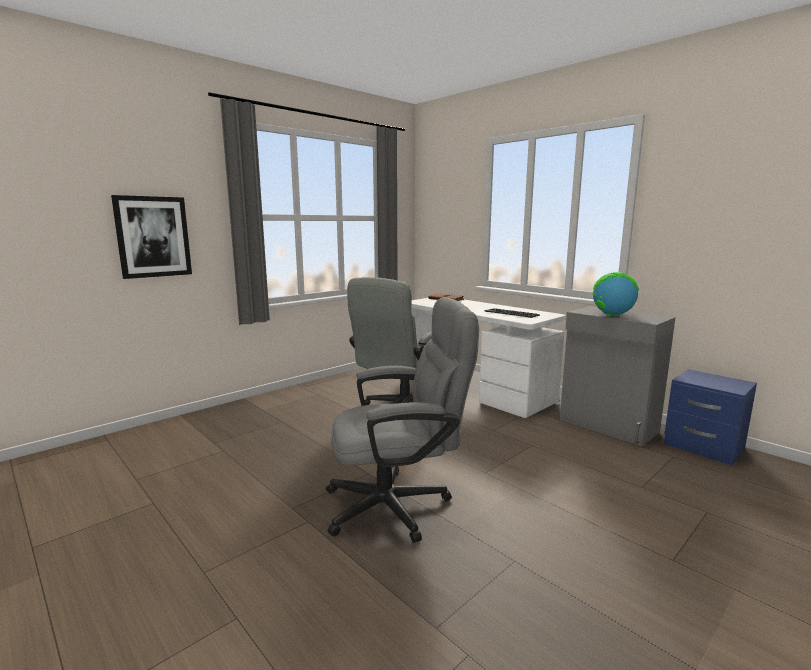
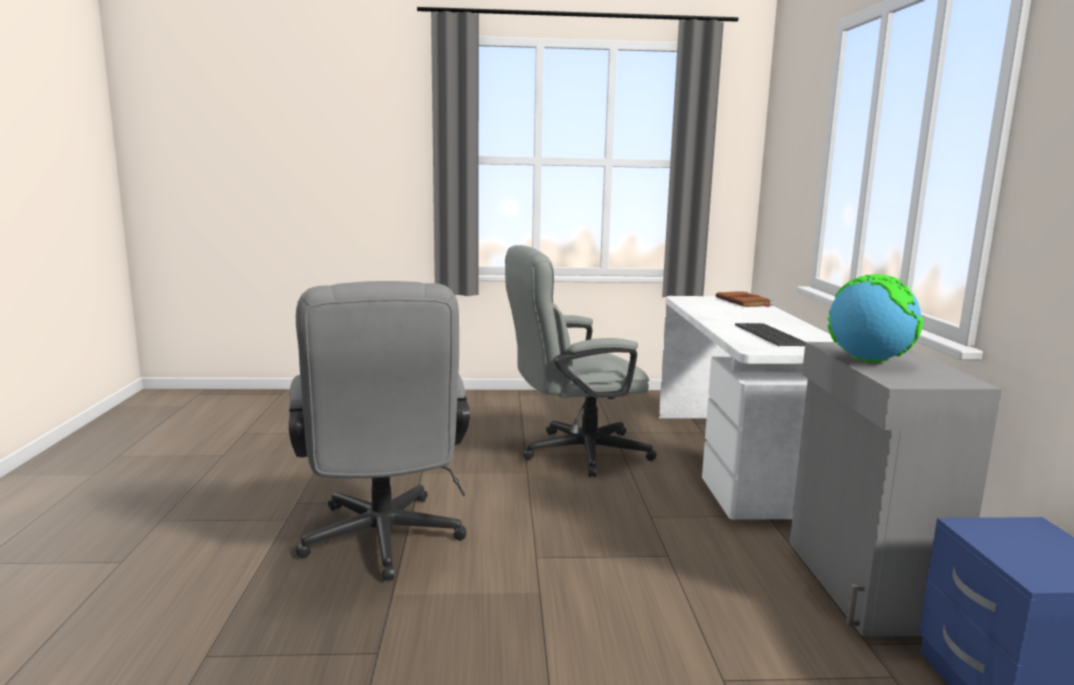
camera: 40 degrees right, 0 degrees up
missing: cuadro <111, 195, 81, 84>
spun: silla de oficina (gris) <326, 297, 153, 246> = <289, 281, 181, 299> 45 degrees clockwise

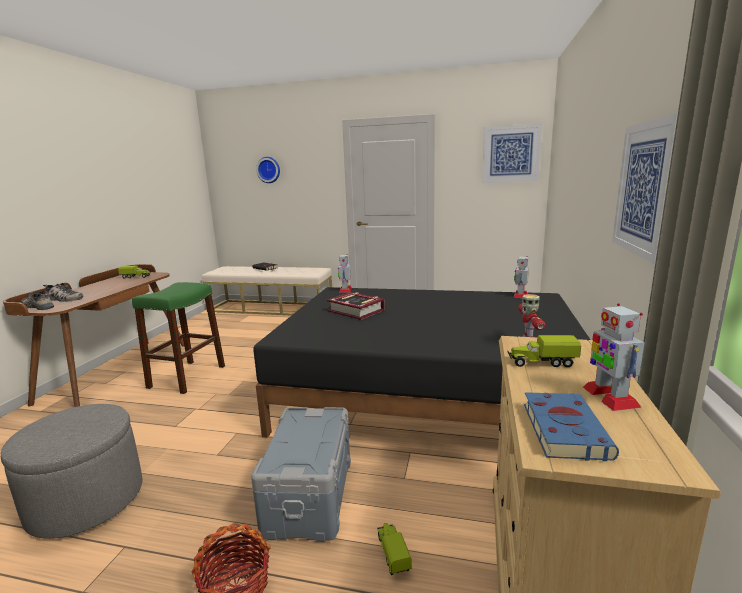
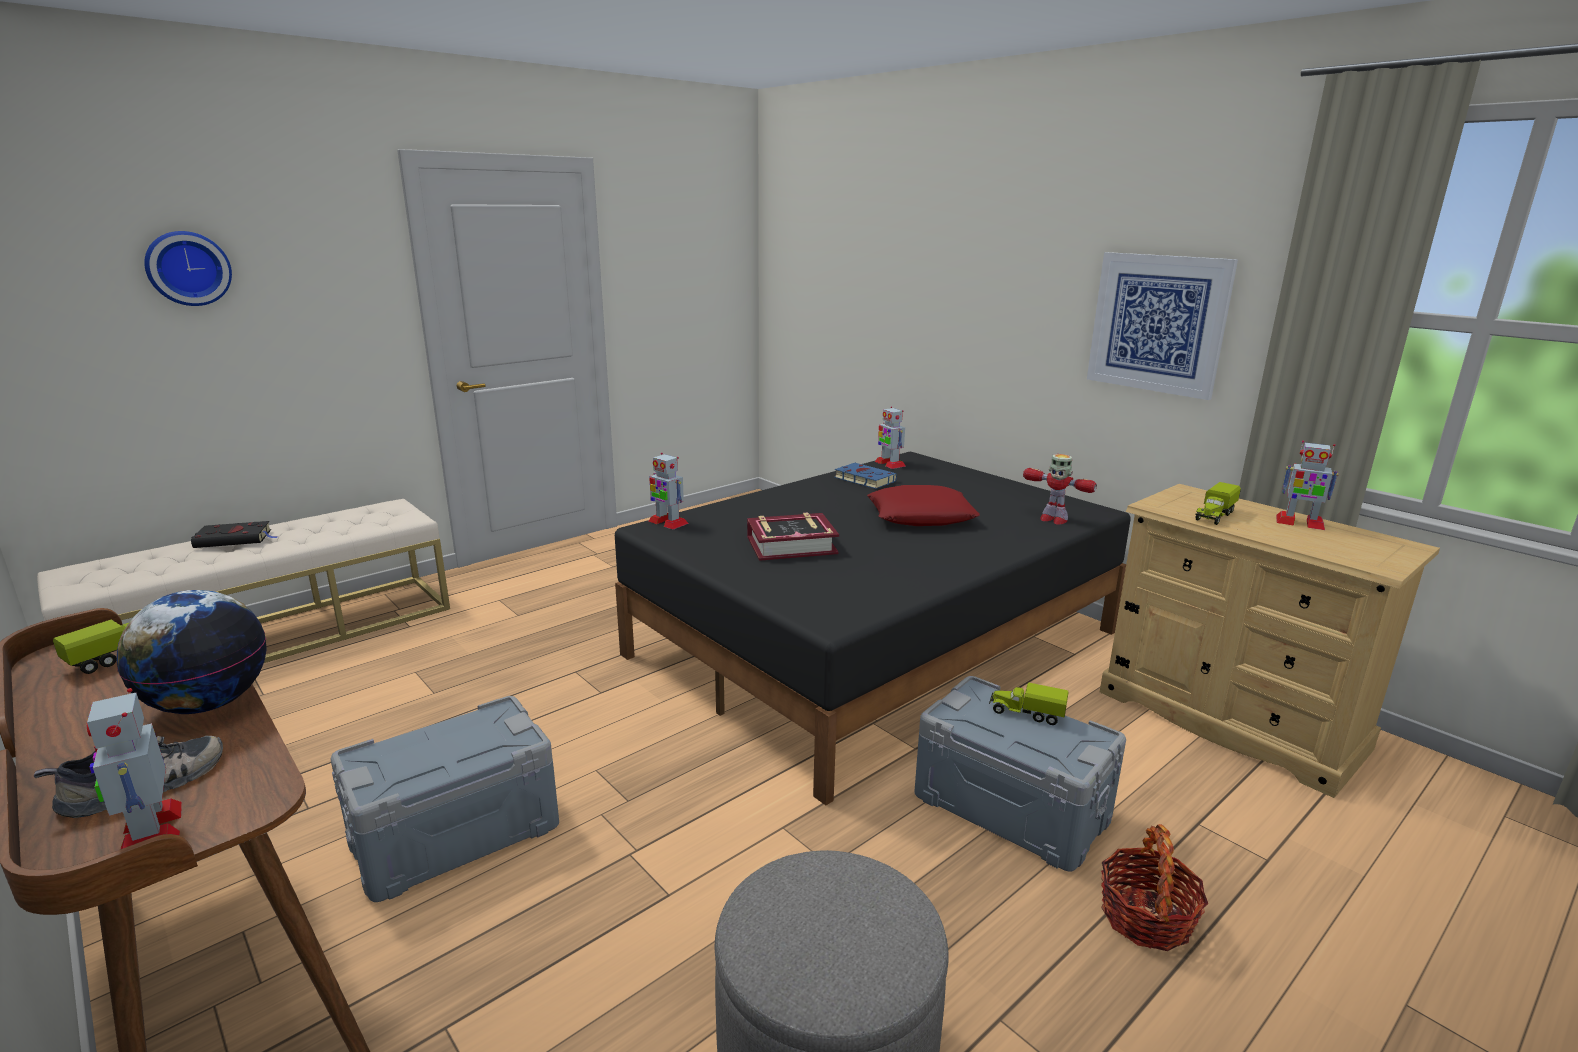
camera: 55 degrees left, 5 degrees up
missing: cuadro <482, 124, 60, 59>
appeared: cojín (rojo) <867, 485, 113, 41>; globo terráqueo <116, 590, 151, 124>
relocated: libro (azul) <524, 392, 95, 69> to <834, 463, 63, 26>; camión de juguete <377, 523, 35, 52> to <989, 682, 80, 43>
exchanged: taburete (verde) <132, 282, 93, 112> to caja de almacenaje (gris) <330, 696, 229, 206>; zapato <21, 291, 33, 19> to robot de juguete <87, 688, 95, 161>

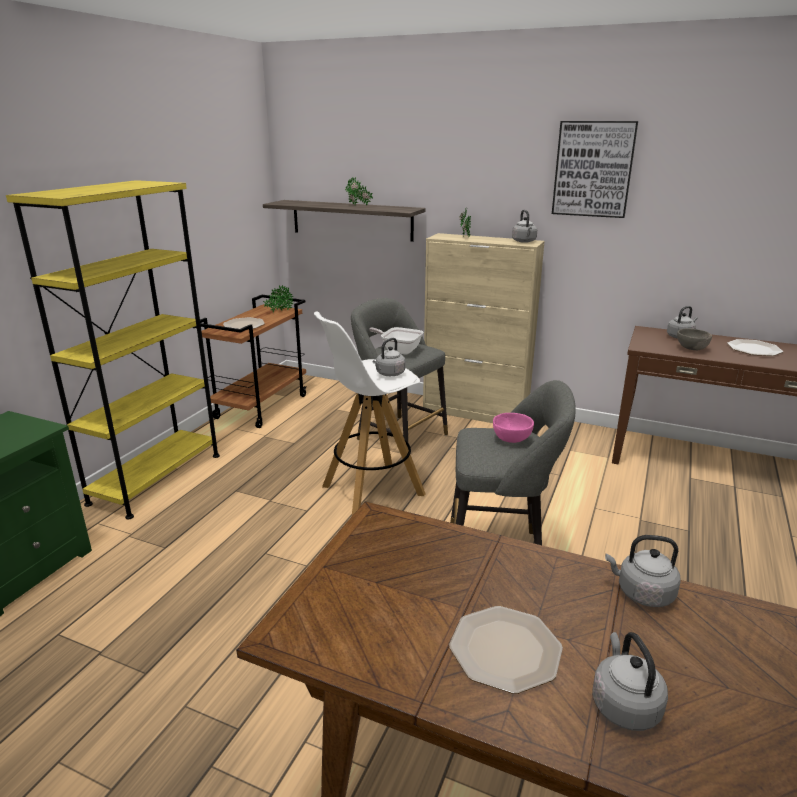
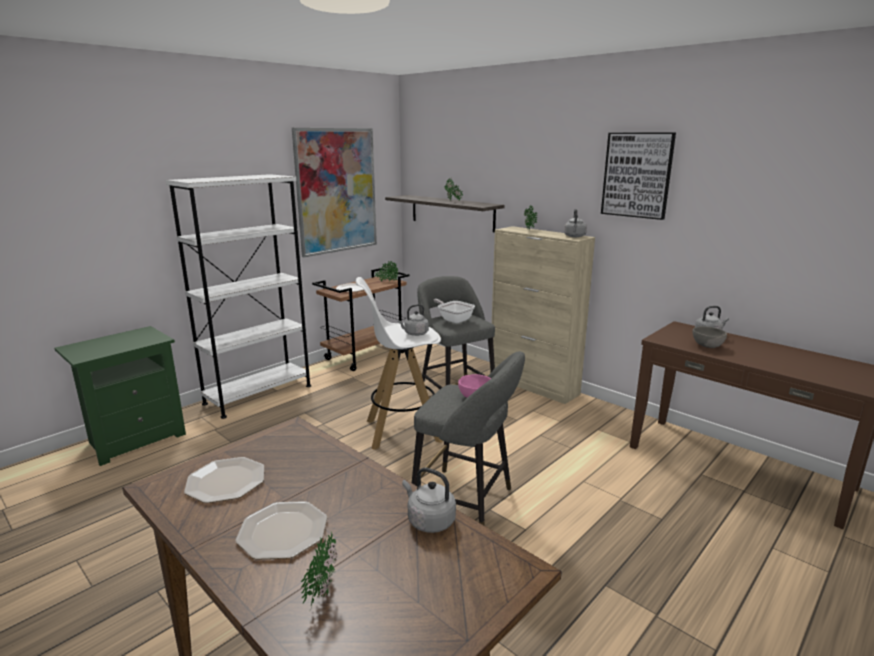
camera: 20 degrees right, 5 degrees down
appeared: cuadro <292, 128, 85, 129>
relocated: plato <727, 339, 56, 17> to <184, 457, 80, 46>
exchanged: hervidor (gris) <592, 632, 76, 99> to planta en maceta <301, 532, 37, 78>
colour: estantería (amarillo) <6, 180, 214, 339> to estantería (blanco) <166, 174, 145, 245>

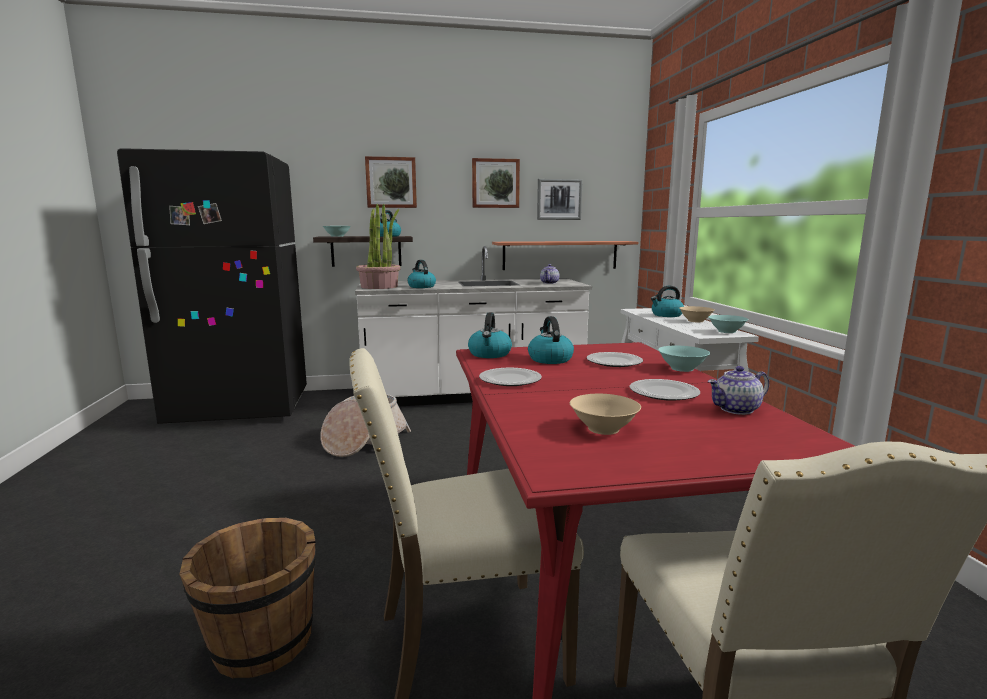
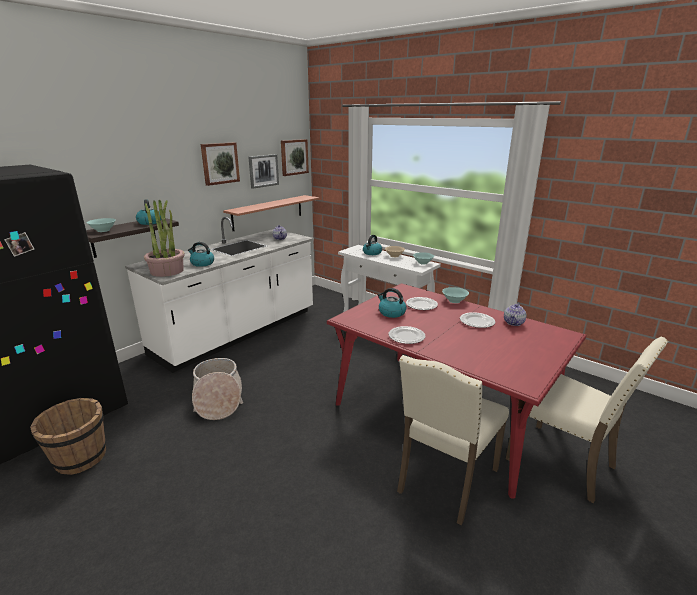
camera: 40 degrees left, 10 degrees up
missing: hervidor <468, 313, 44, 45>; cuenco (beis) <570, 394, 71, 41>
relocated: cuadro <365, 156, 52, 52> to <281, 139, 28, 37>; cubo (marrón) <179, 517, 137, 162> to <30, 398, 76, 77>

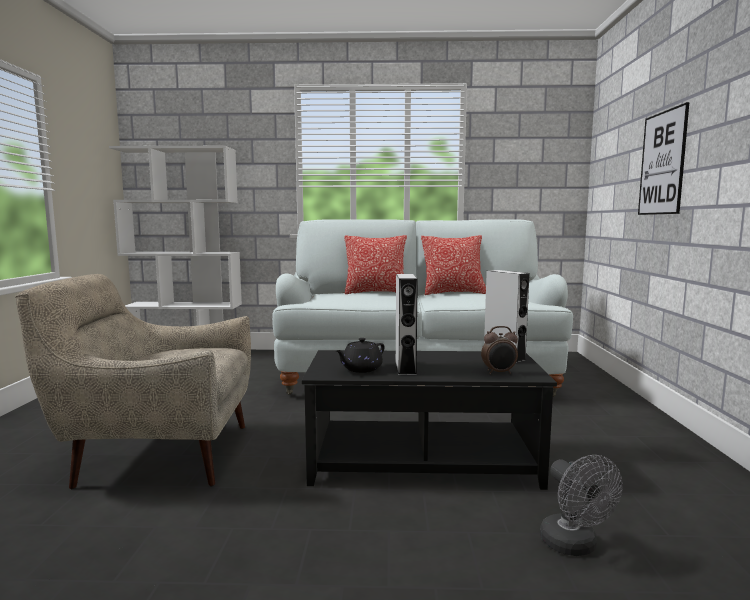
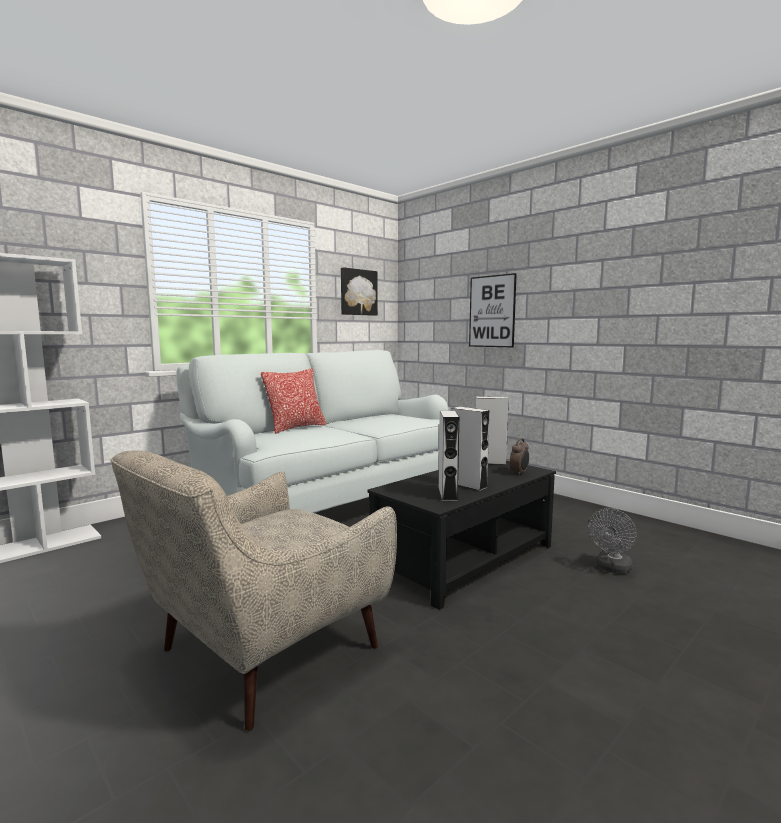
camera: 45 degrees left, 0 degrees up
missing: cojín <421, 235, 65, 60>
appeared: cuadro <341, 267, 37, 49>
exchanged: tetera (negro) <336, 338, 49, 35> to altavoz (gris) <438, 411, 21, 90>
spun: ventilador (gris) <540, 455, 83, 101> = <588, 508, 49, 66> 105 degrees clockwise

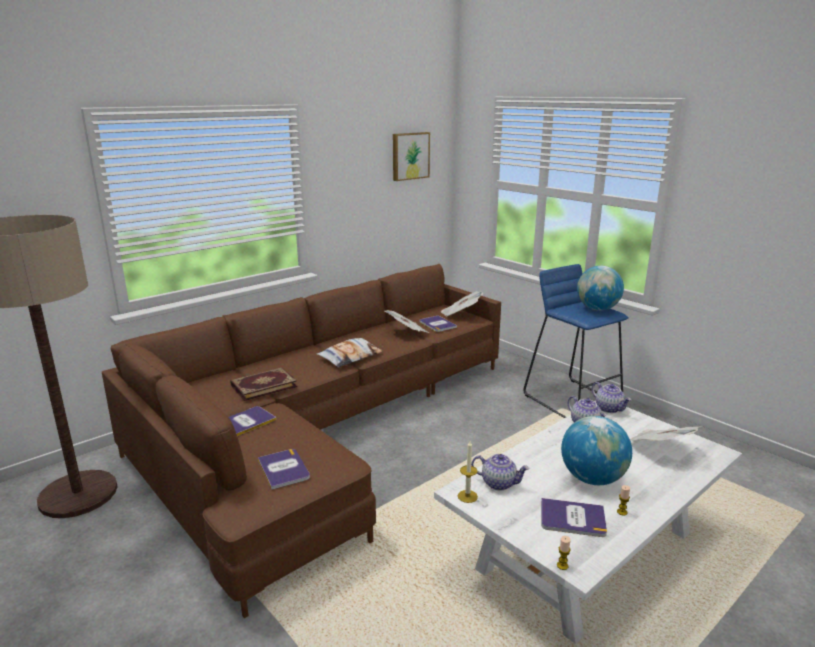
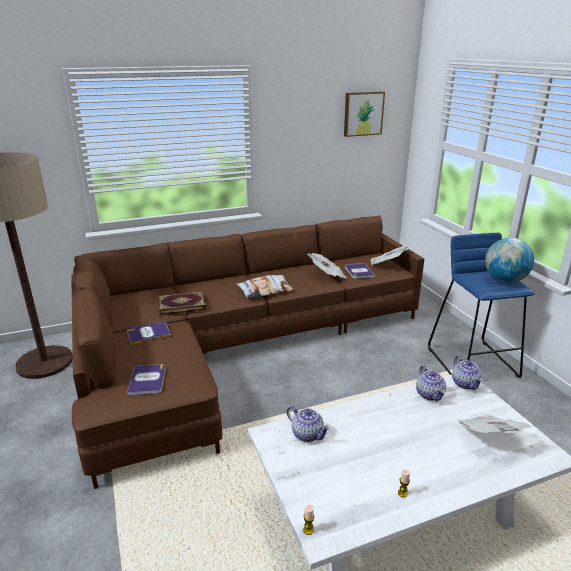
camera: 20 degrees right, 5 degrees up
missing: globo terráqueo <561, 416, 71, 69>; vela <458, 441, 20, 62>; libro <541, 498, 66, 39>

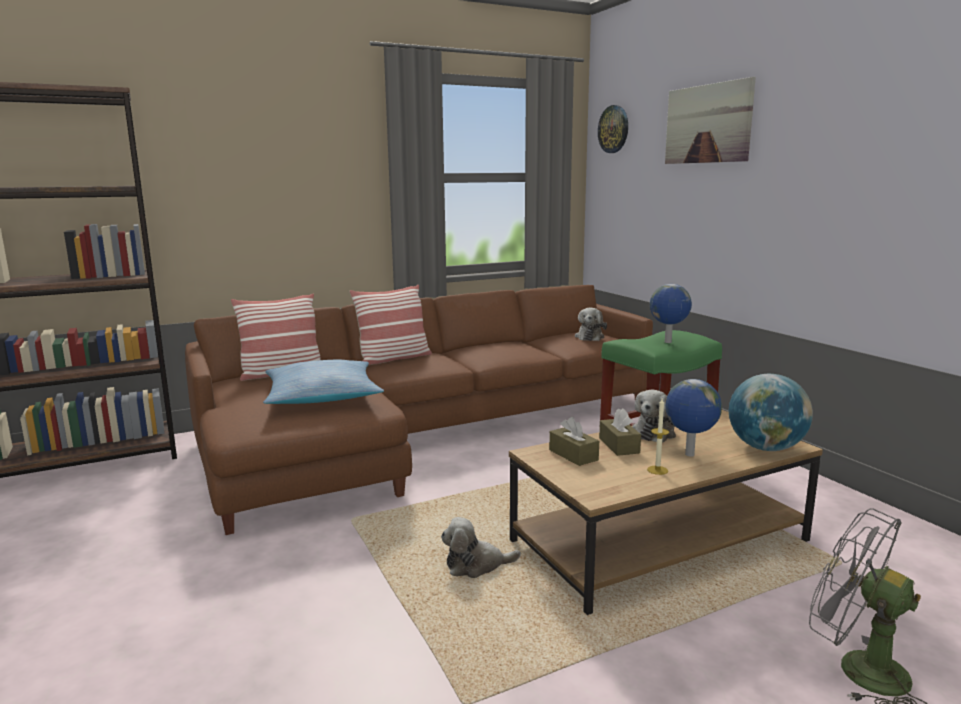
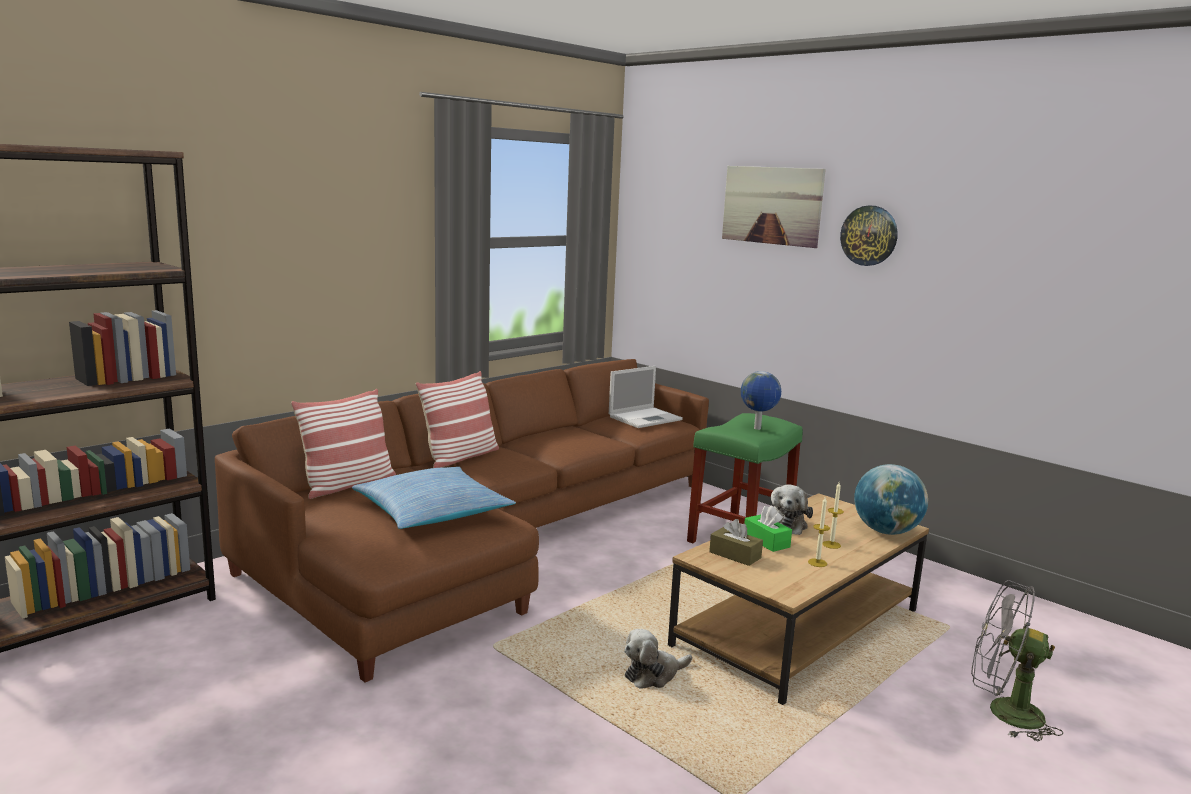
camera: 20 degrees left, 0 degrees up
relocated: reloj de pared <598, 105, 30, 48> to <840, 206, 58, 60>
exchanged: peluche <575, 308, 32, 33> to portátil <609, 366, 74, 62>; globo terráqueo <665, 379, 57, 78> to vela <822, 482, 22, 67>
colour: caja de pañuelos (marrón) <599, 408, 42, 48> to caja de pañuelos (verde) <744, 506, 48, 46>

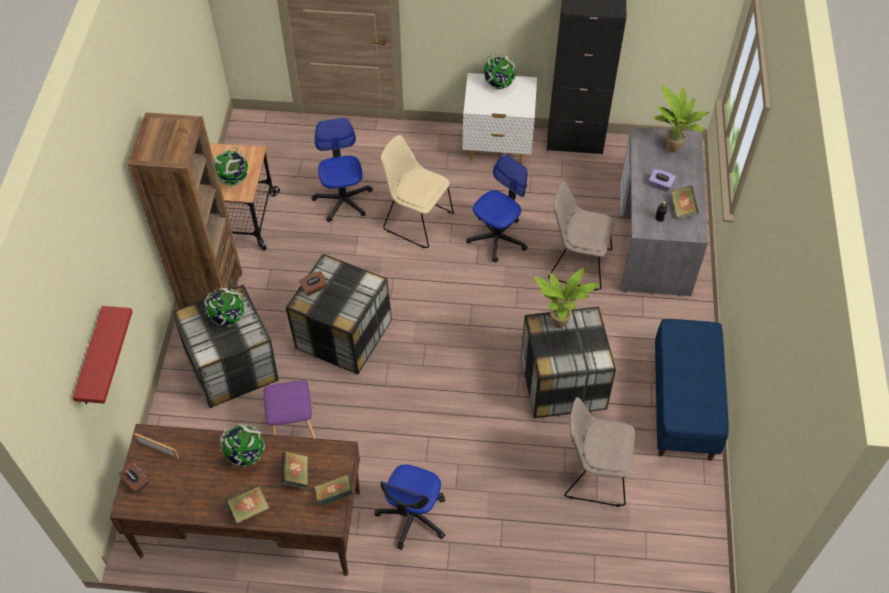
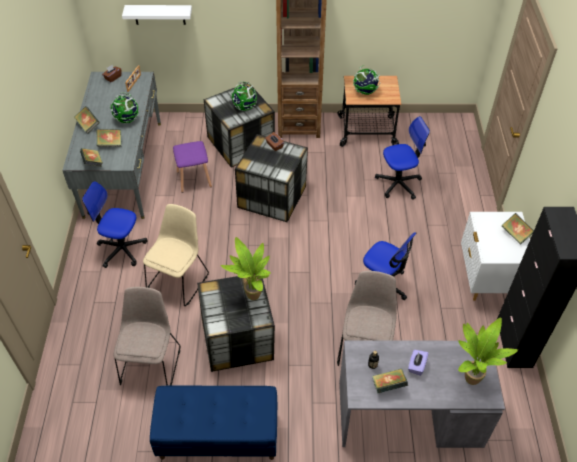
camera: 85 degrees right, 5 degrees down
relocated: silla (beis) <380, 135, 74, 114> to <143, 204, 66, 102>
exchanged: globo terráqueo <482, 54, 34, 36> to libro <502, 213, 32, 32>
colour: estante (rojo) <72, 306, 61, 98> to estante (blanco) <122, 5, 70, 20>; escritorio (marrón) <110, 424, 250, 152> to escritorio (gris) <62, 72, 99, 147>

